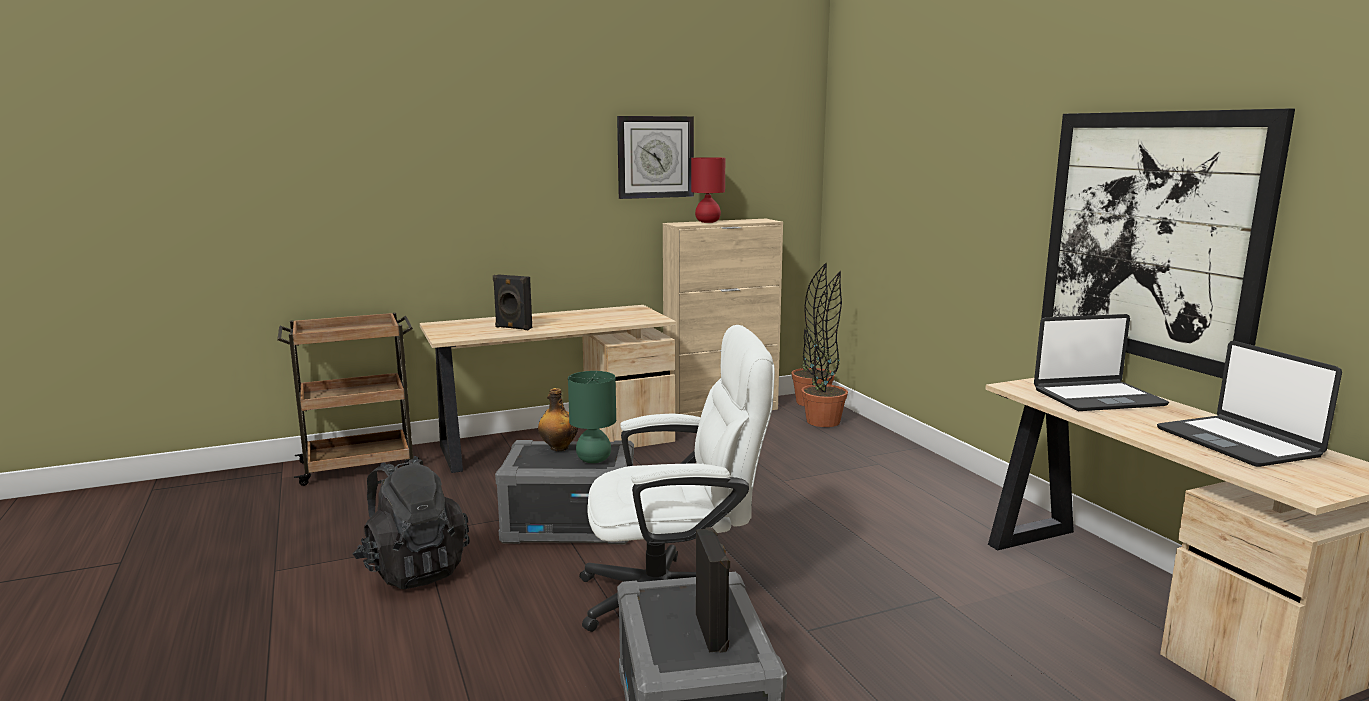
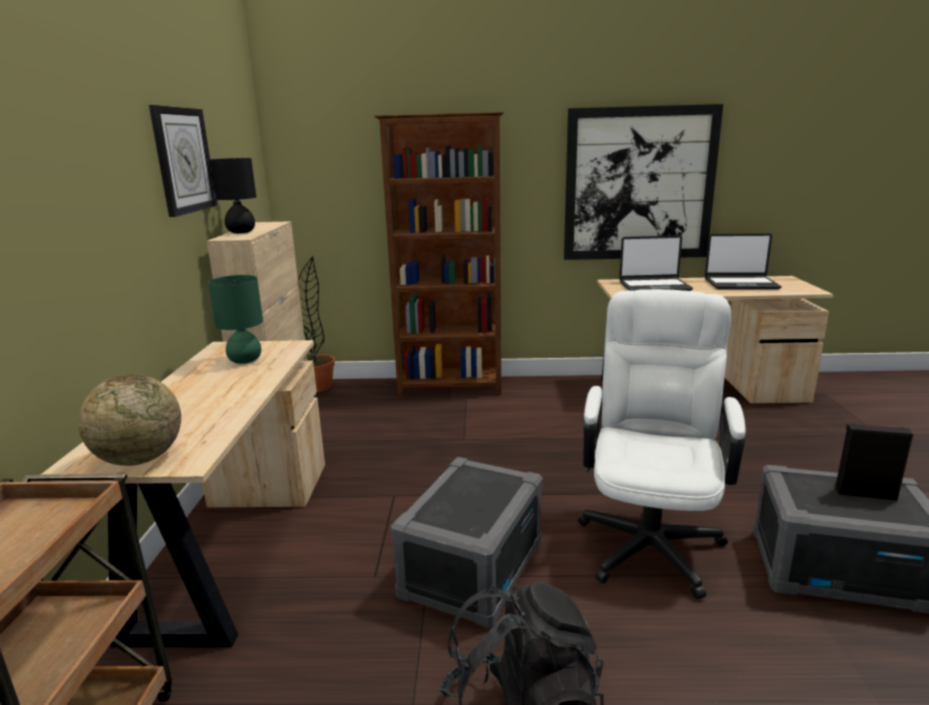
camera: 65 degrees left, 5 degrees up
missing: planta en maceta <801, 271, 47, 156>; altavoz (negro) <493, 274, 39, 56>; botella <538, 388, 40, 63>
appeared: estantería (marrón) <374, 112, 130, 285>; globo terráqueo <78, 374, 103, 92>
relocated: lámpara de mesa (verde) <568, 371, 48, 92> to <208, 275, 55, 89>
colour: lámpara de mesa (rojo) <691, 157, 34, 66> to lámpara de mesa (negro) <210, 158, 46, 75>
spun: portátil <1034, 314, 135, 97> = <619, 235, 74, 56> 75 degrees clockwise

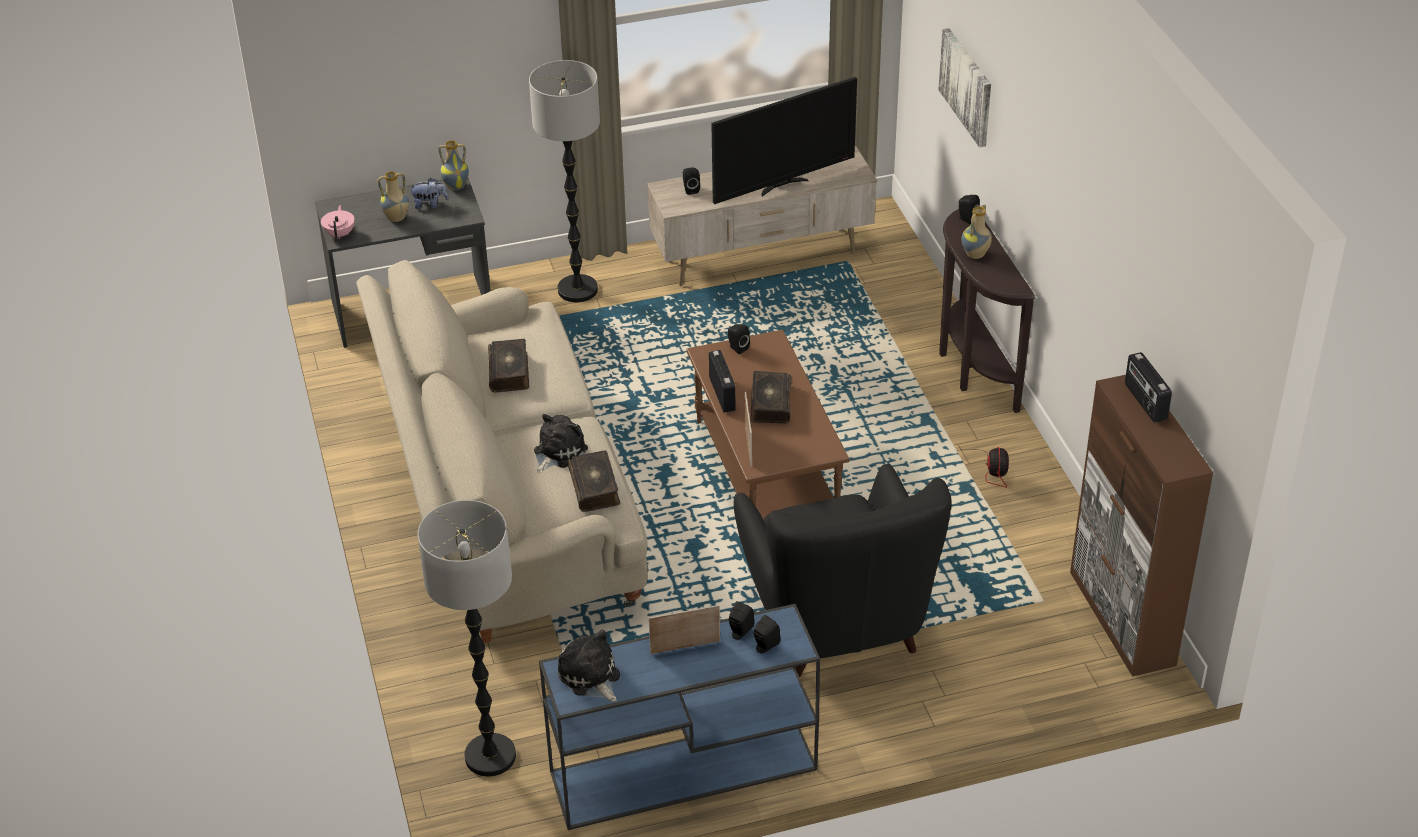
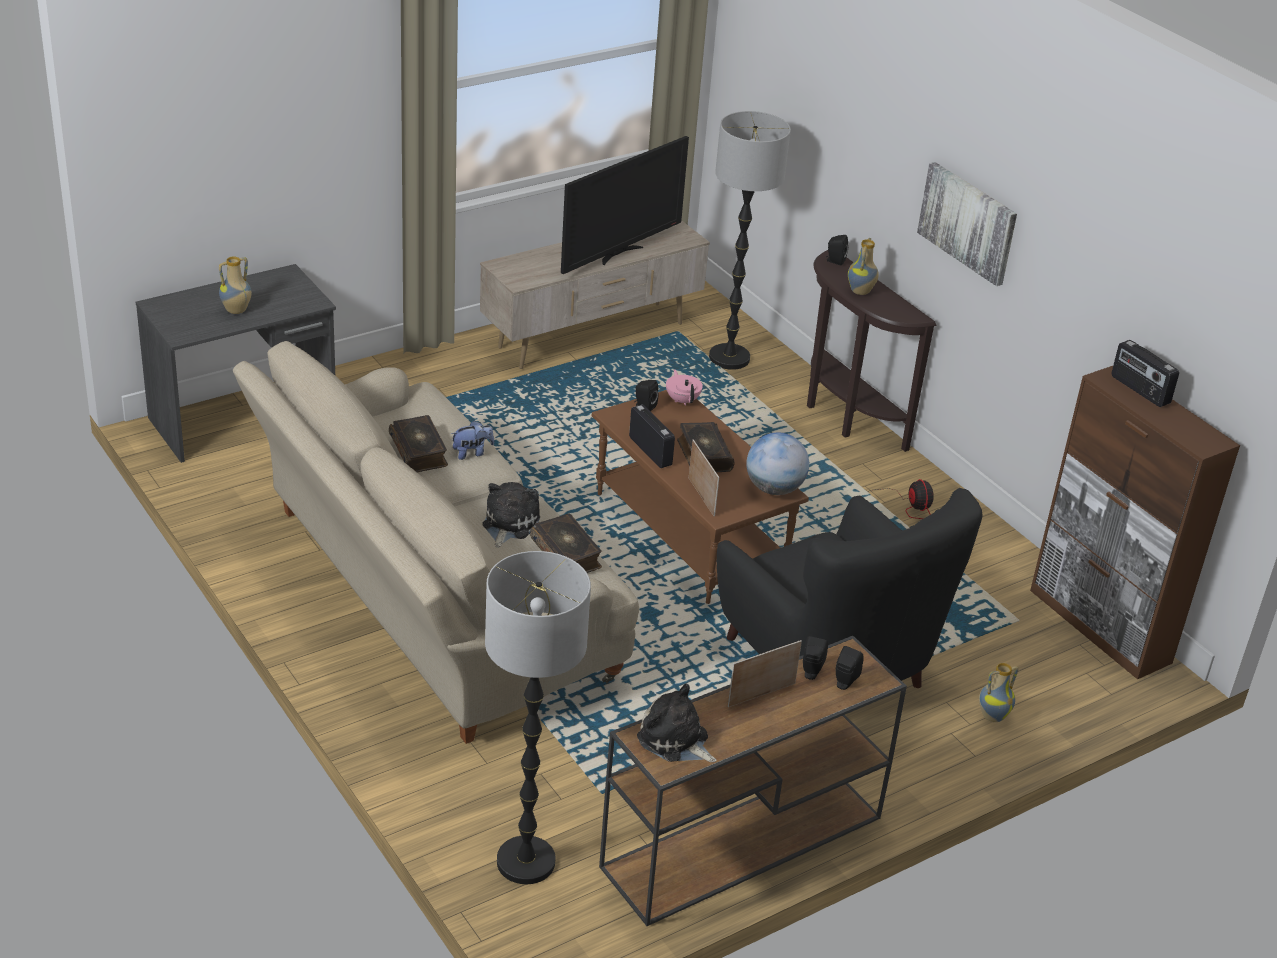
camera: 20 degrees left, 5 degrees down
missing: altavoz (negro) <683, 168, 17, 27>
appeared: globo terráqueo <746, 433, 63, 62>
relocated: cuadro <938, 28, 53, 119> to <917, 162, 100, 124>; lámpara de pie <529, 60, 71, 242> to <709, 111, 82, 259>; florero <438, 140, 31, 51> to <979, 663, 40, 59>; peluche <409, 178, 40, 31> to <451, 421, 43, 39>; tetera (rosa) <321, 205, 34, 34> to <666, 369, 37, 37>
colour: mesa consola (azul) <539, 604, 281, 226> to mesa consola (marrón) <599, 636, 308, 290>

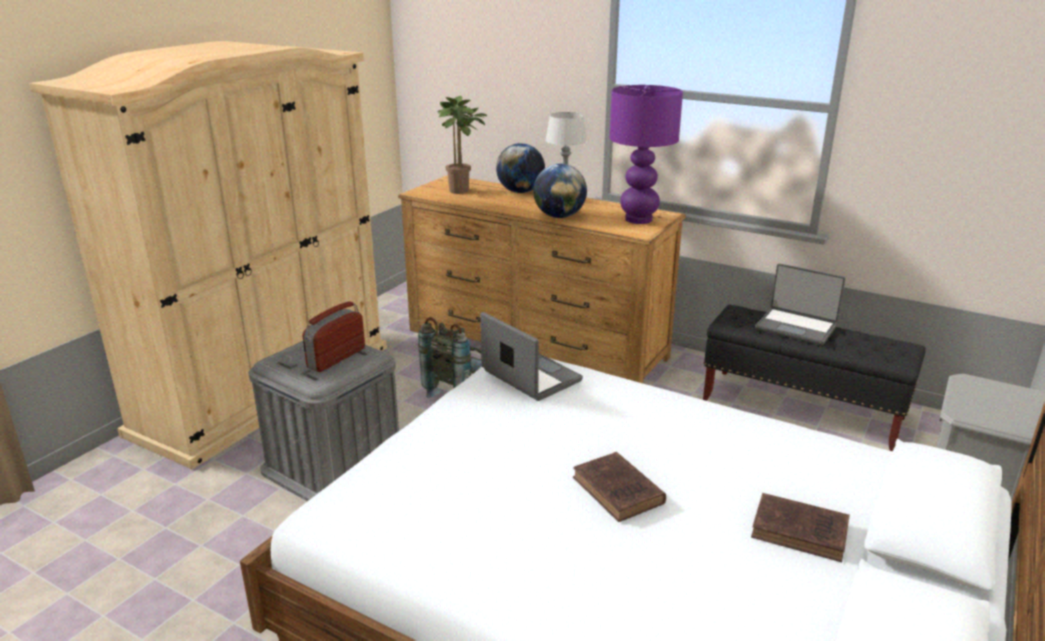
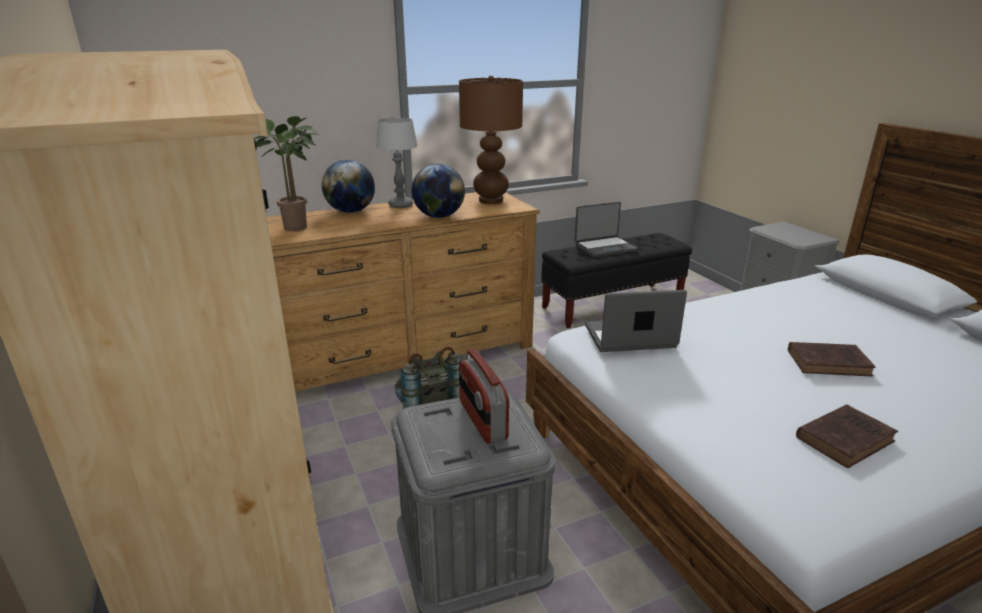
camera: 55 degrees left, 0 degrees up
relocated: libro (marrón) <751, 493, 99, 69> to <796, 404, 102, 64>
colour: lámpara de mesa (morado) <609, 85, 74, 139> to lámpara de mesa (marrón) <459, 75, 64, 129>

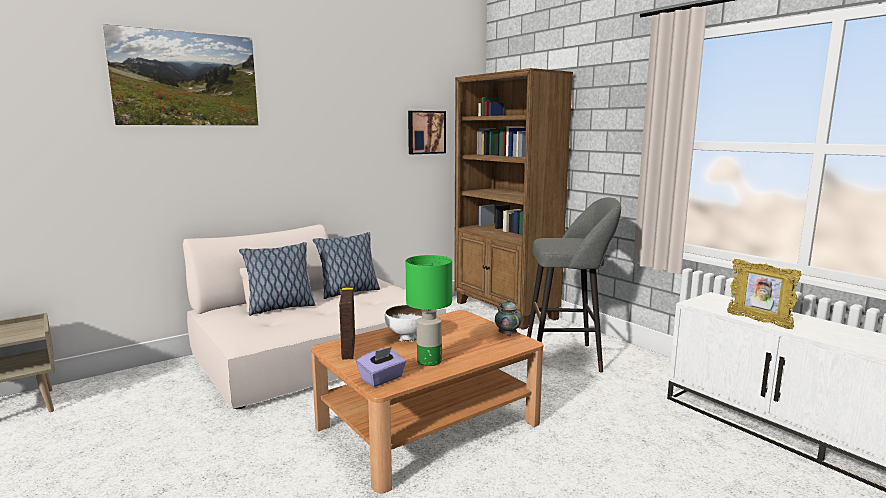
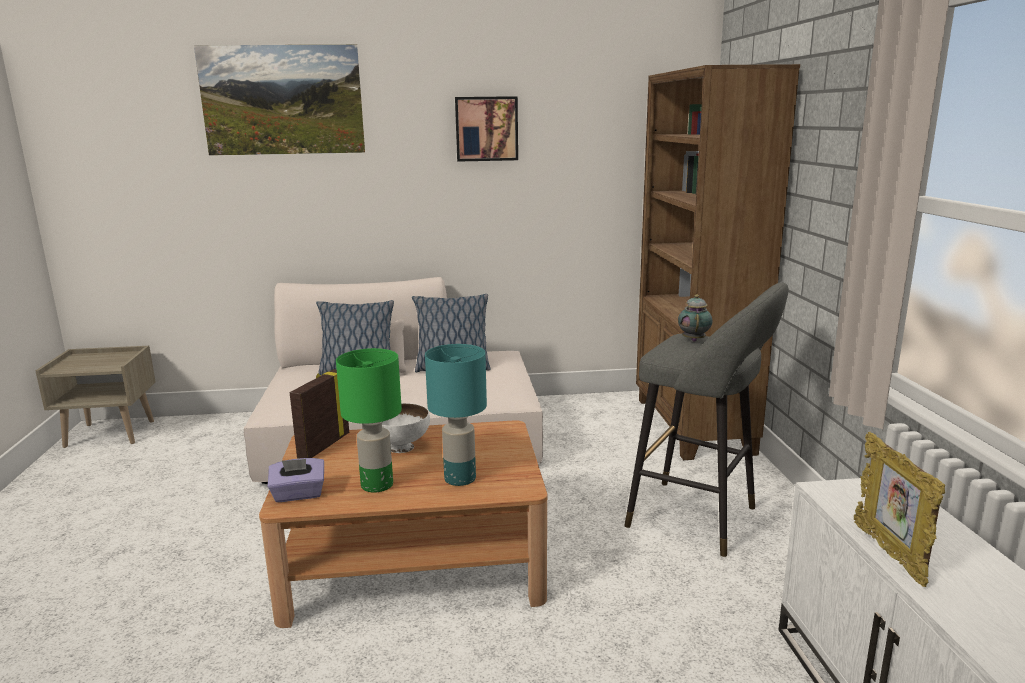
camera: 30 degrees right, 5 degrees up
appeared: lámpara de mesa (turquesa) <425, 344, 62, 142>
relocated: cuadro <408, 111, 38, 43> to <455, 96, 63, 66>; tetera <495, 299, 27, 37> to <678, 294, 34, 48>

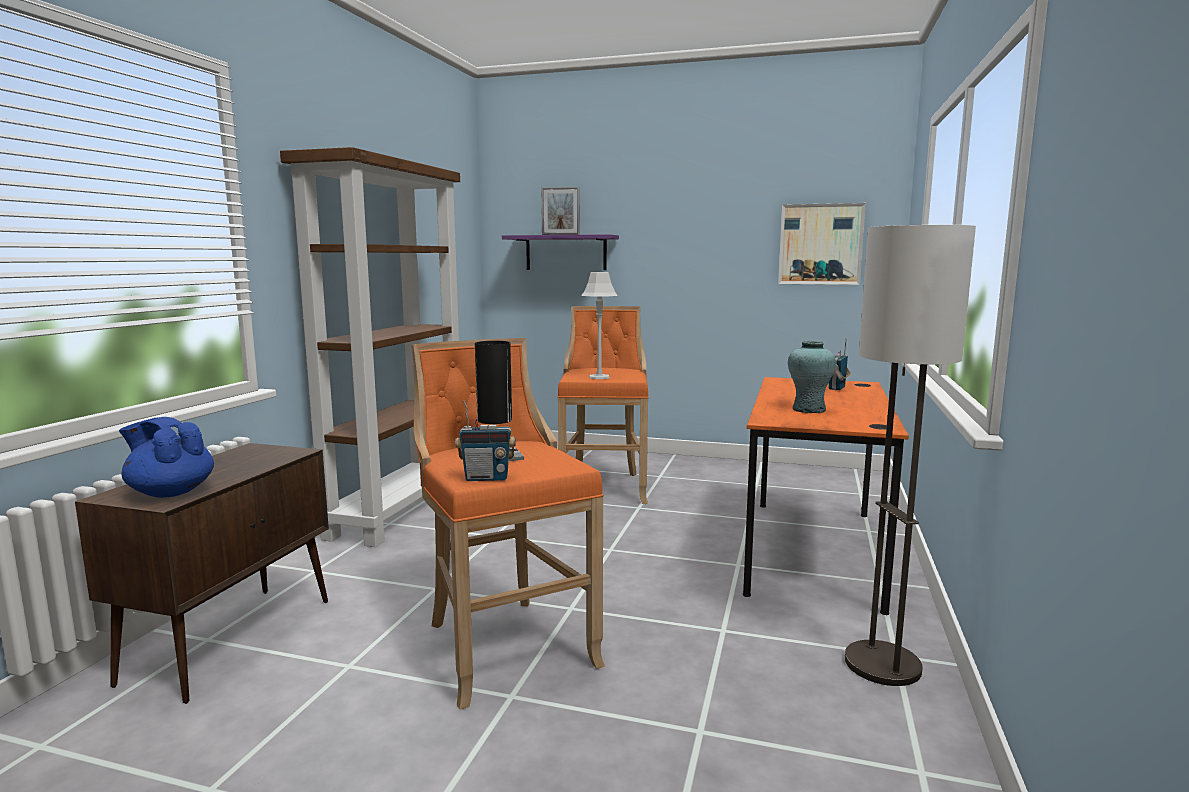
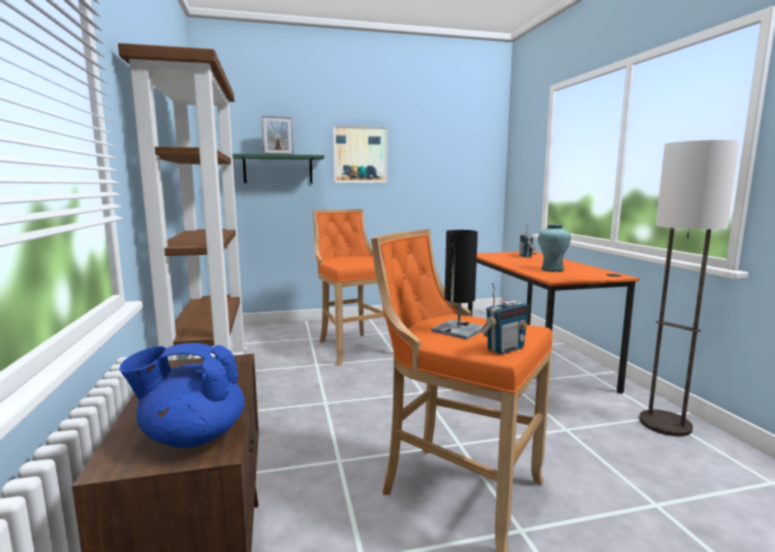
camera: 30 degrees left, 0 degrees up
missing: lámpara de mesa (gris) <582, 272, 36, 107>
relocated: cuadro <778, 203, 88, 82> to <333, 125, 55, 58>
colour: estante (morado) <502, 234, 117, 36> to estante (verde) <233, 154, 91, 29>

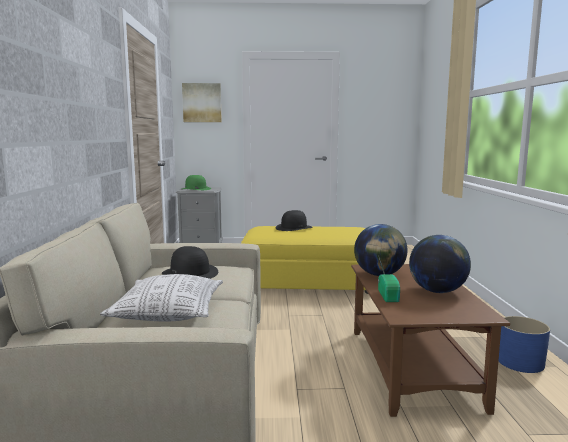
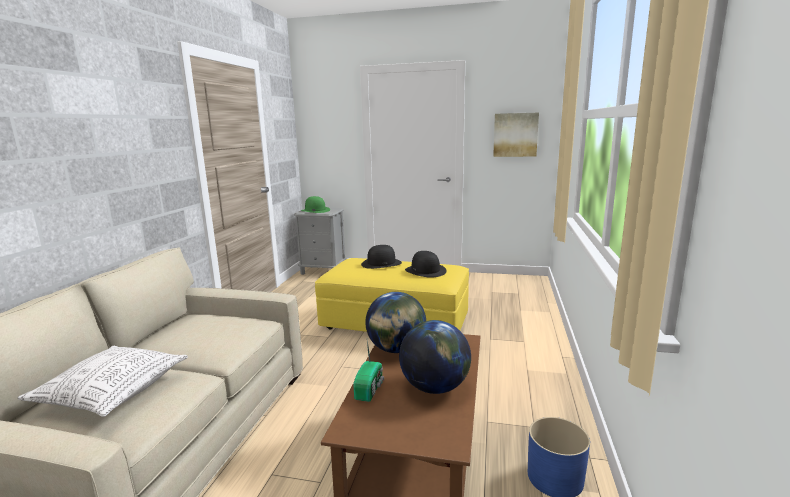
camera: 15 degrees right, 5 degrees up
relocated: cuadro <182, 83, 40, 39> to <493, 112, 46, 45>; sombrero (negro) <162, 246, 56, 33> to <405, 251, 42, 27>

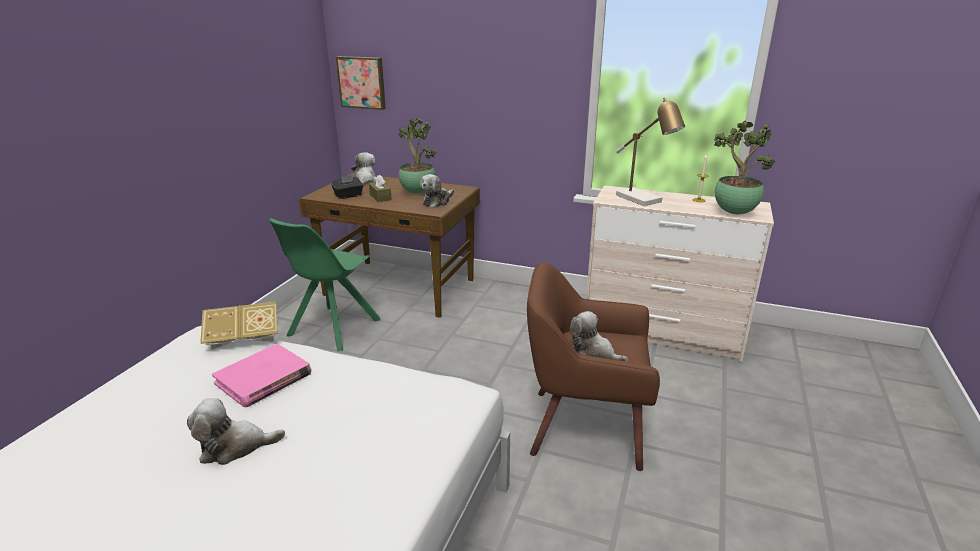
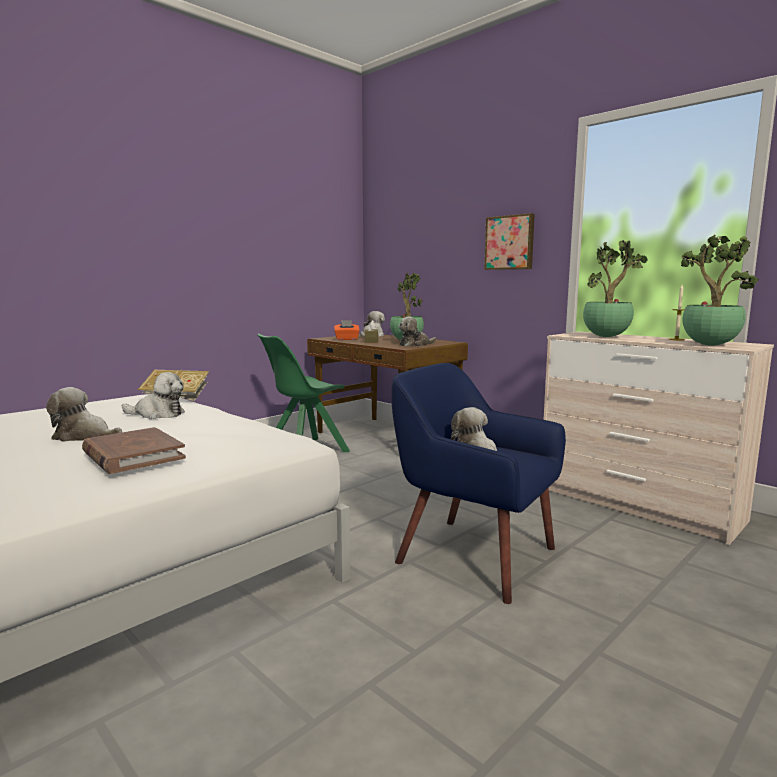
camera: 25 degrees right, 15 degrees down
appeared: libro (marrón) <82, 427, 104, 47>
relocated: cuadro <336, 56, 50, 54> to <484, 213, 51, 57>
exchanged: lámpara de mesa <616, 98, 69, 108> to planta en maceta <583, 240, 65, 97>; libro (rosa) <212, 344, 99, 63> to peluche <122, 372, 63, 47>
colour: caja de pañuelos (negro) <331, 175, 32, 24> to caja de pañuelos (naranja) <334, 320, 26, 20>; sillón (marrón) <527, 263, 133, 208> to sillón (azul) <391, 363, 175, 241>

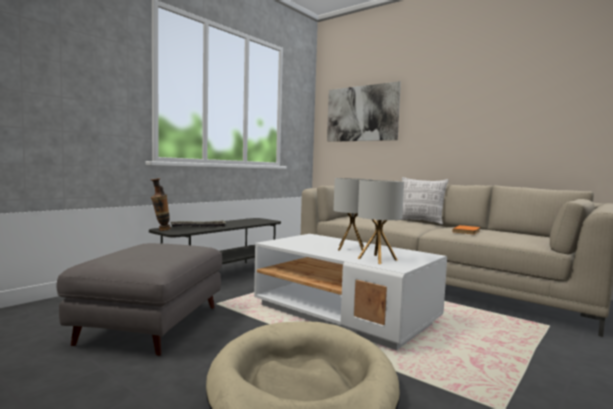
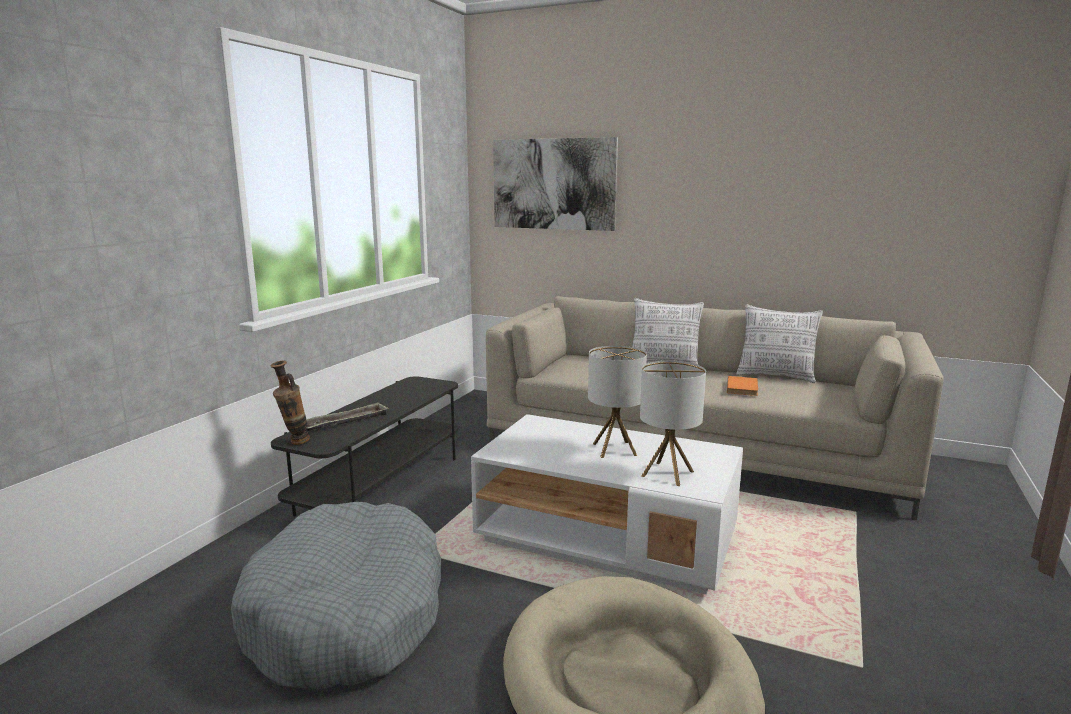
camera: 15 degrees left, 10 degrees up
appeared: cojín <736, 304, 87, 79>
exchanged: puf (gris) <57, 243, 165, 113> to cama para perro (gris) <231, 502, 210, 187>

